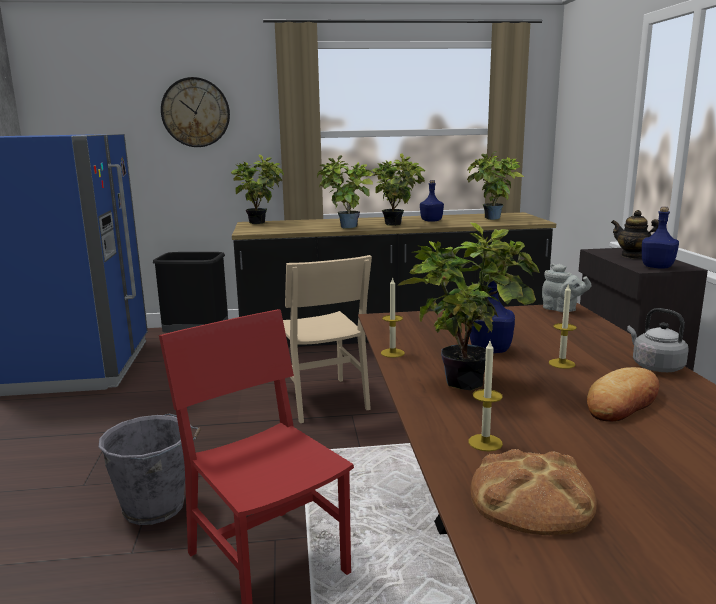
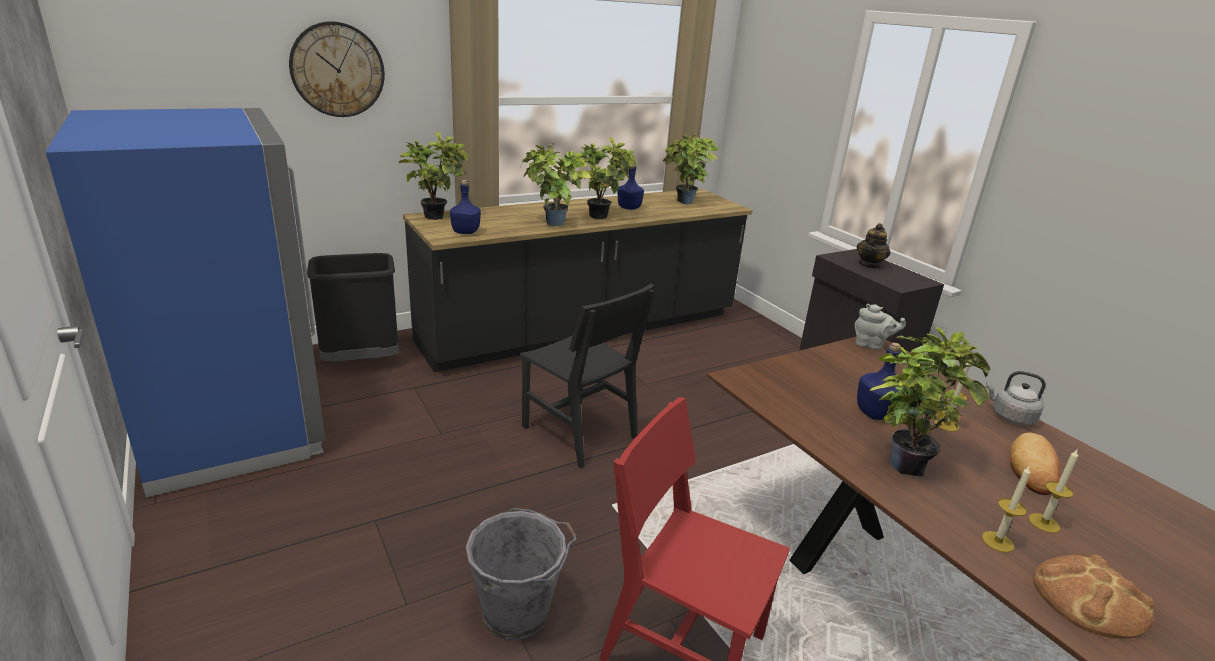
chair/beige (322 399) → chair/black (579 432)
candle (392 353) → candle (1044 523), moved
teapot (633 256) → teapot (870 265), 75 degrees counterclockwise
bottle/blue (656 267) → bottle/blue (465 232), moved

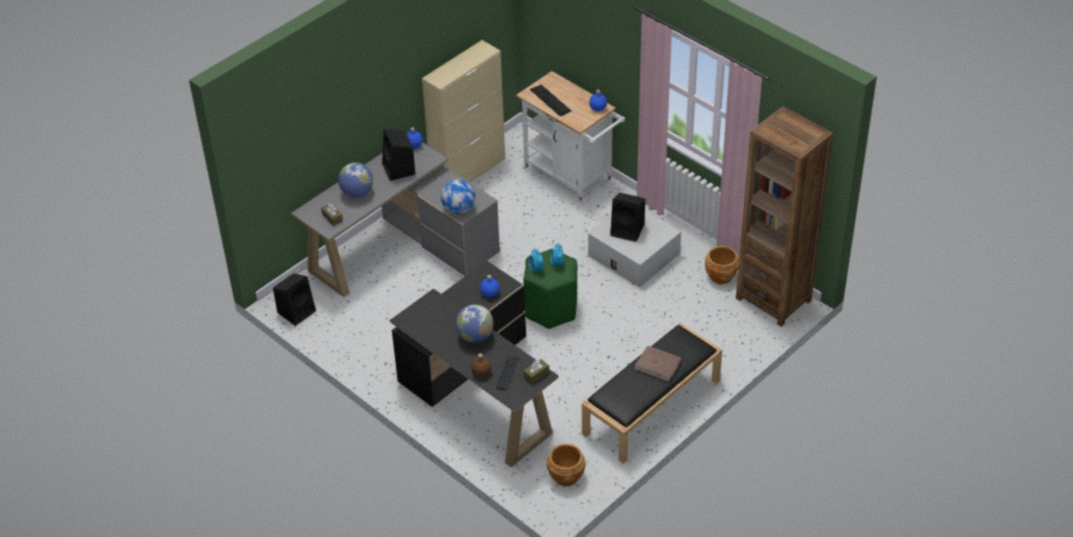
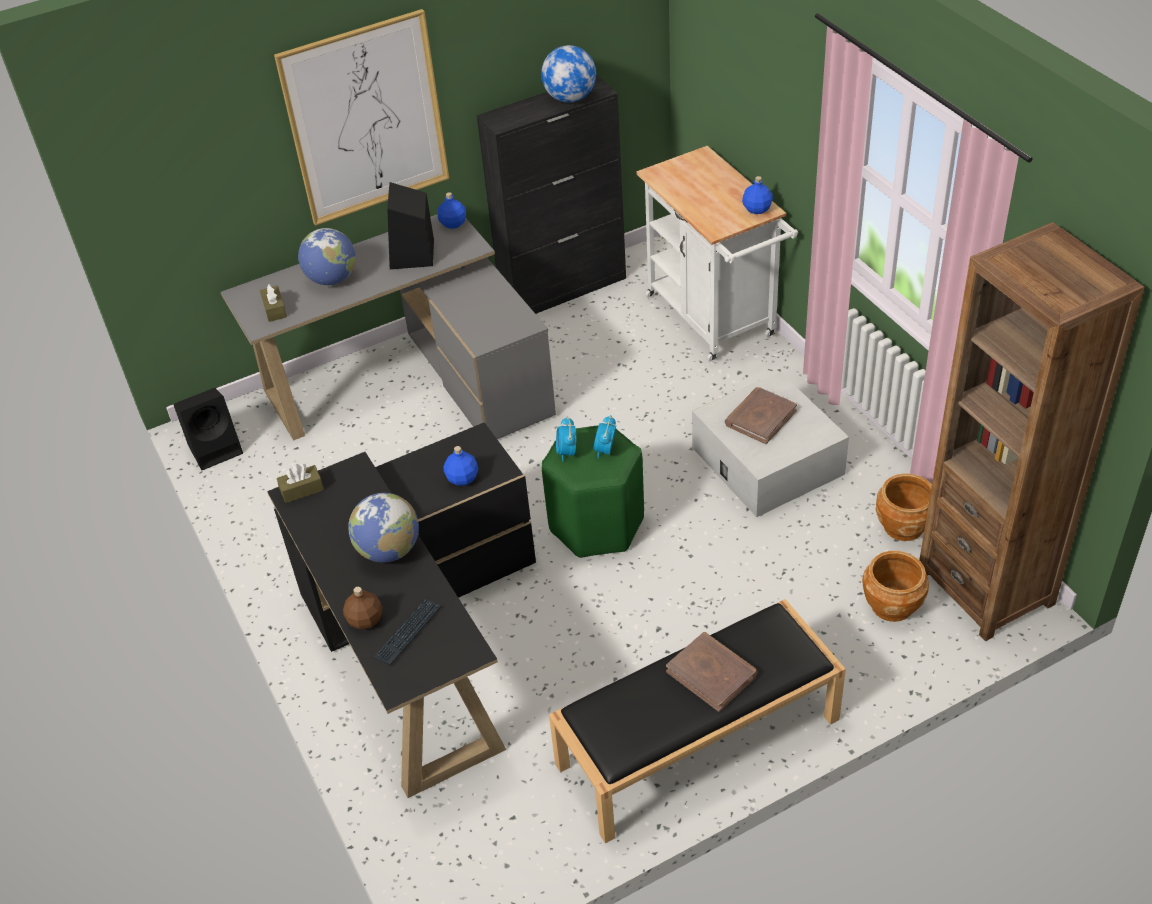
cabinet/beige (469 172) → cabinet/black (564 289)
globe (459 209) → globe (570 98), moved
tissue box/brown (536 374) → tissue box/brown (302 490), moved
keyboard (550 100) → -
planter/brown (566 476) → planter/brown (891 605), moved
speaker/black (628 230) → book/brown (760 418)
- → picture (366 119)

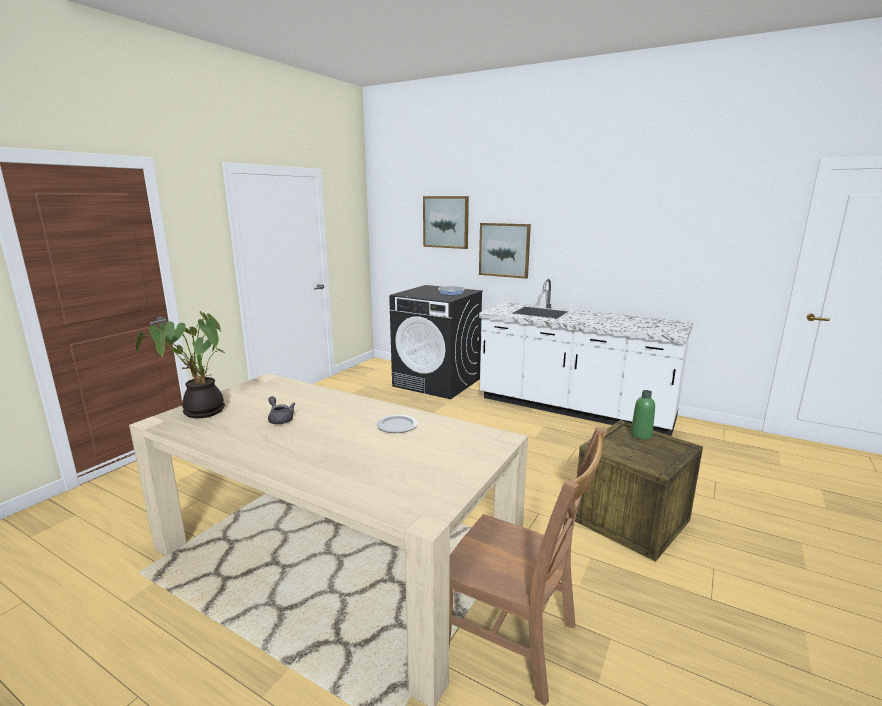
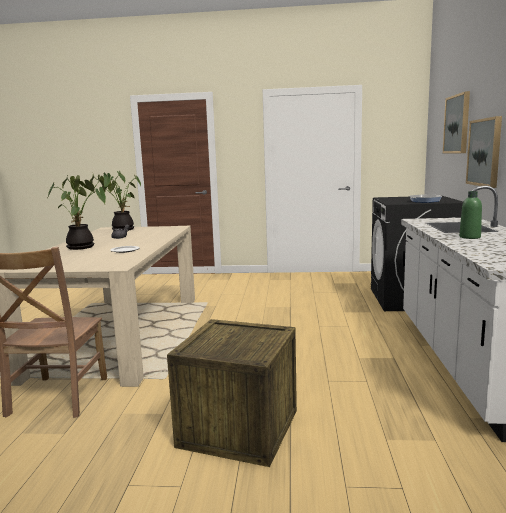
bottle/green (641 435) → bottle/green (469 237), moved
- → potted plant (83 247)

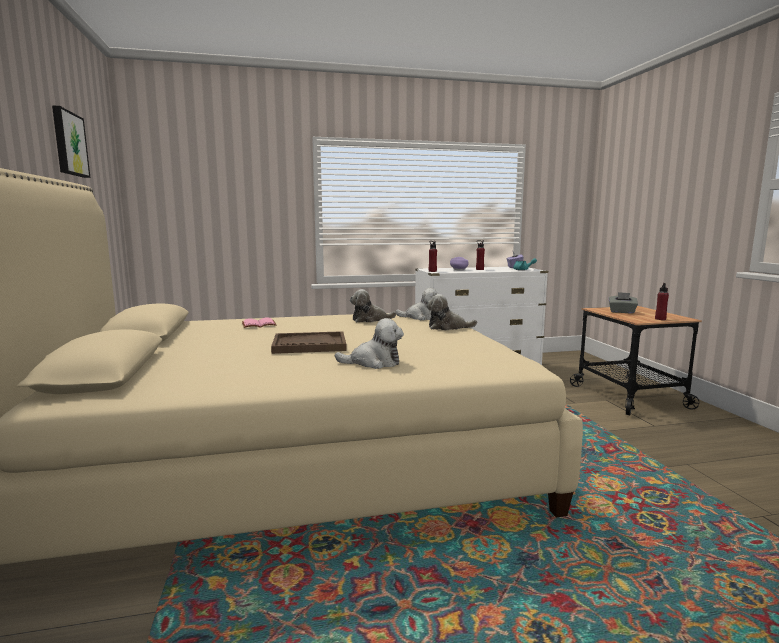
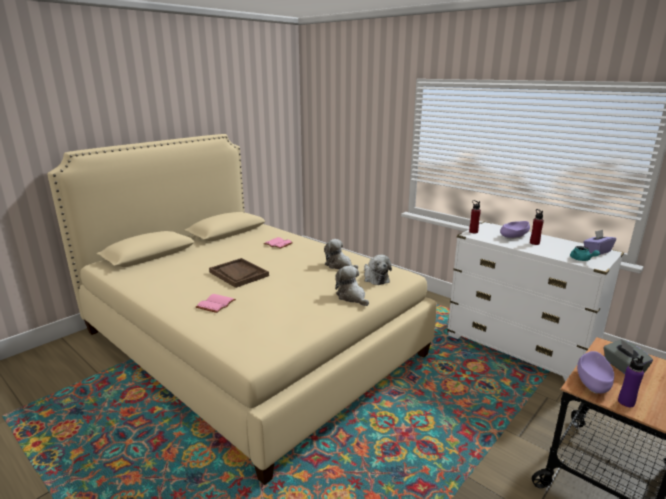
picture (69 144) → -
plush toy (374 363) → book/pink (215 304)
bottle/red (660 319) → bottle/purple (626 402)
- → bowl/purple (592 381)

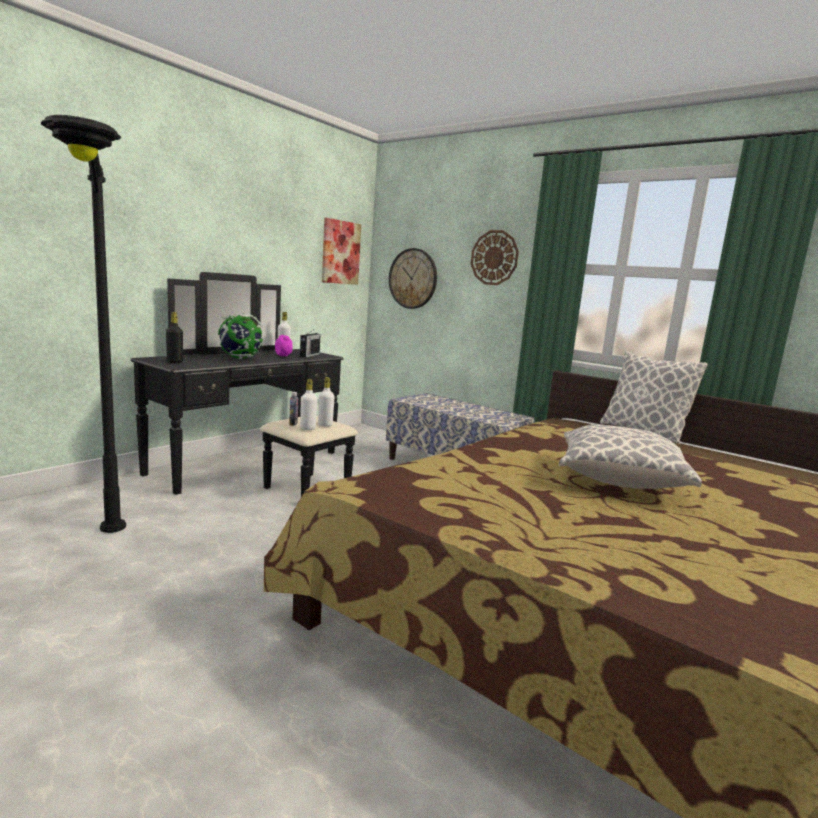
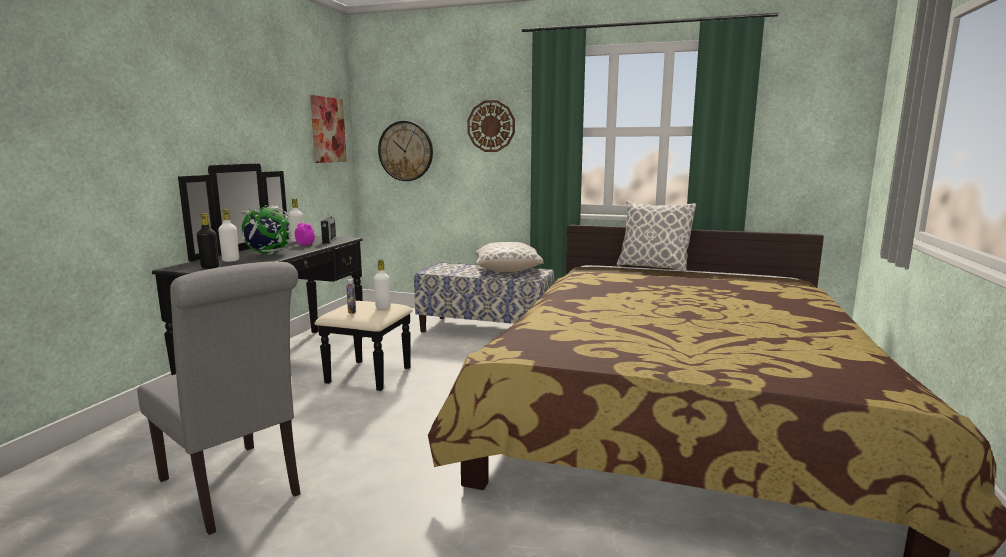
floor lamp/black (107 563) → chair/grey (234 490)
bottle/white (307 428) → bottle/white (230 260), moved
pillow (619 480) → pillow (507 270), moved

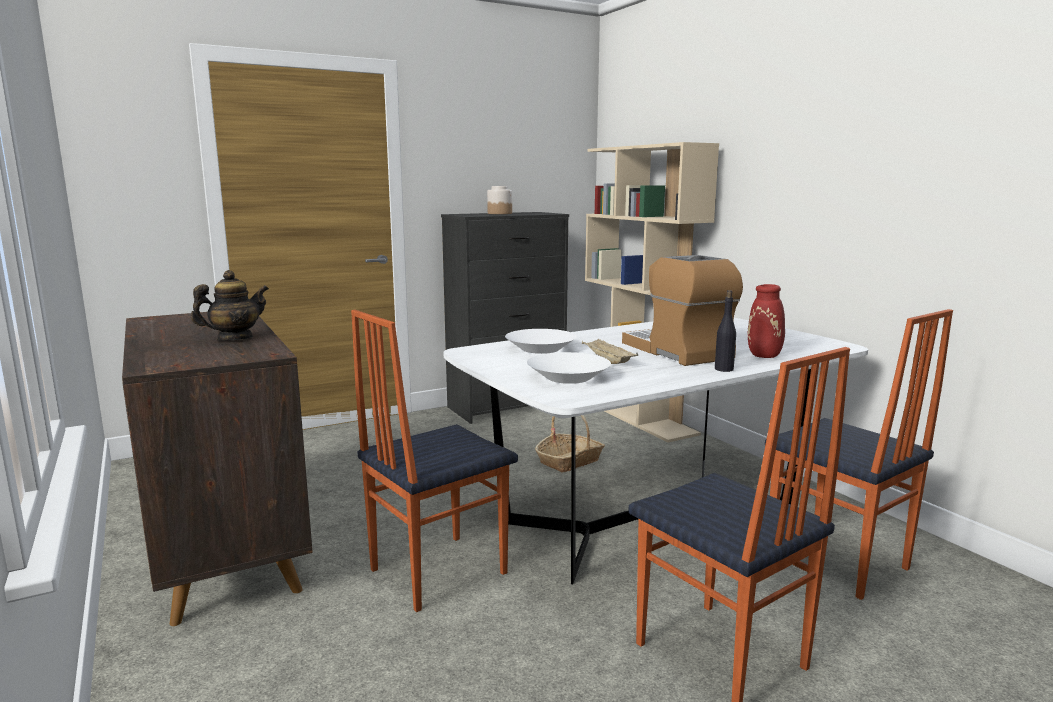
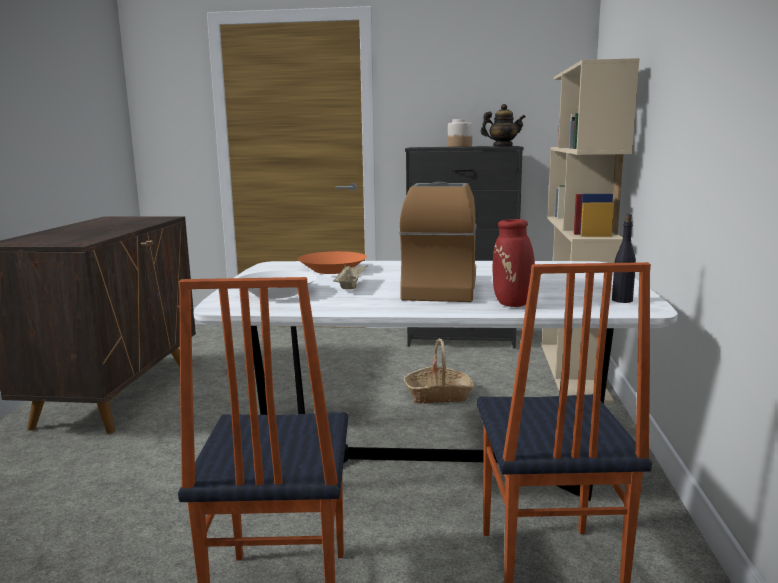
teapot (234 338) → teapot (502 146), moved
chair (436 571) → -
bowl/white (541 349) → bowl/orange (333 270)
bottle/black (723 369) → bottle/black (622 300), moved

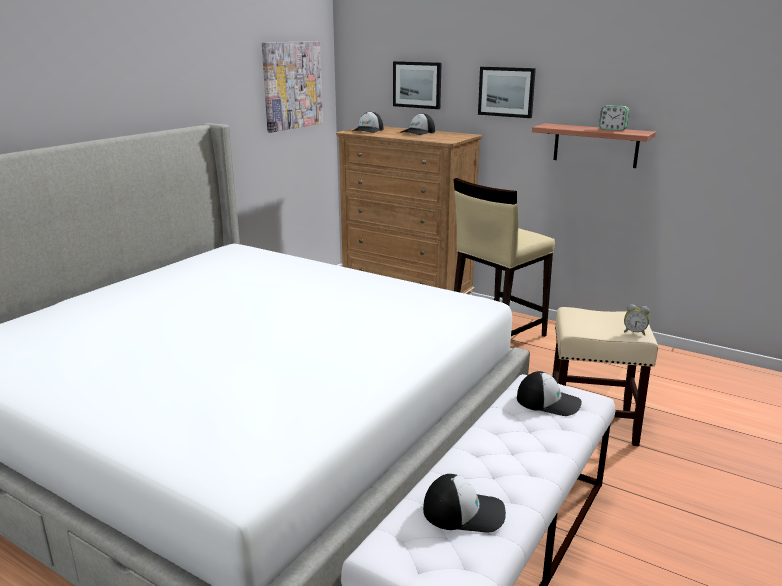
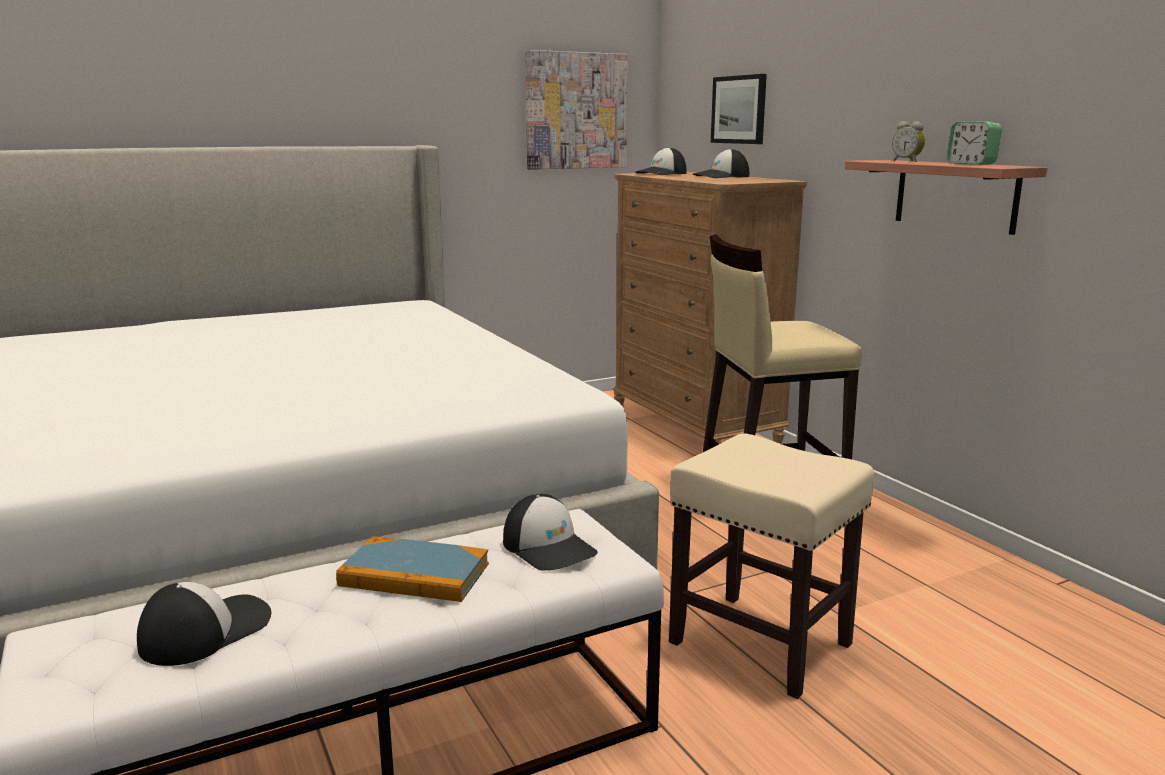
cap (464 511) → cap (205 630), 90 degrees counterclockwise
picture (506 92) → -
alarm clock (634 332) → alarm clock (907 161), moved
- → book (414 575)

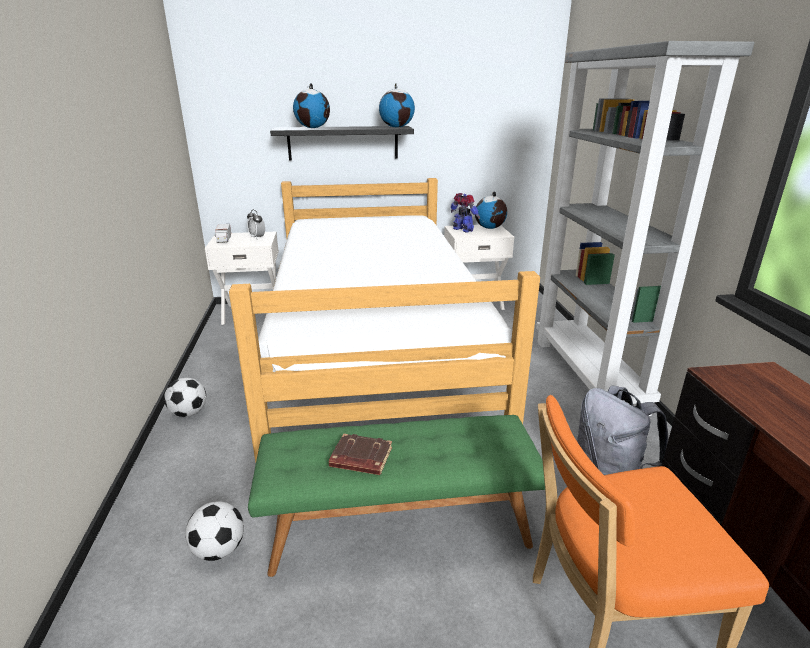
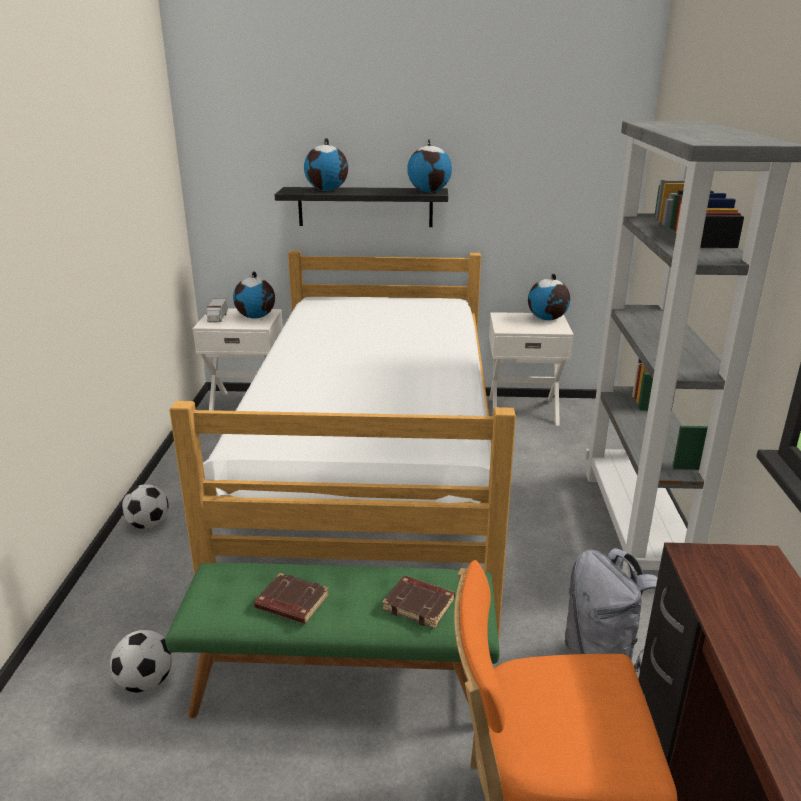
alarm clock (257 237) → globe (256 317)
toy robot (463 230) → -
- → book/brown (420 605)

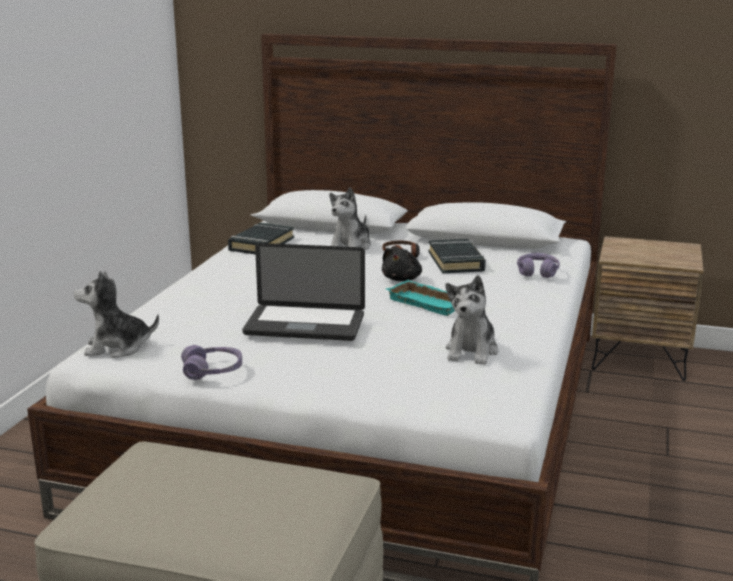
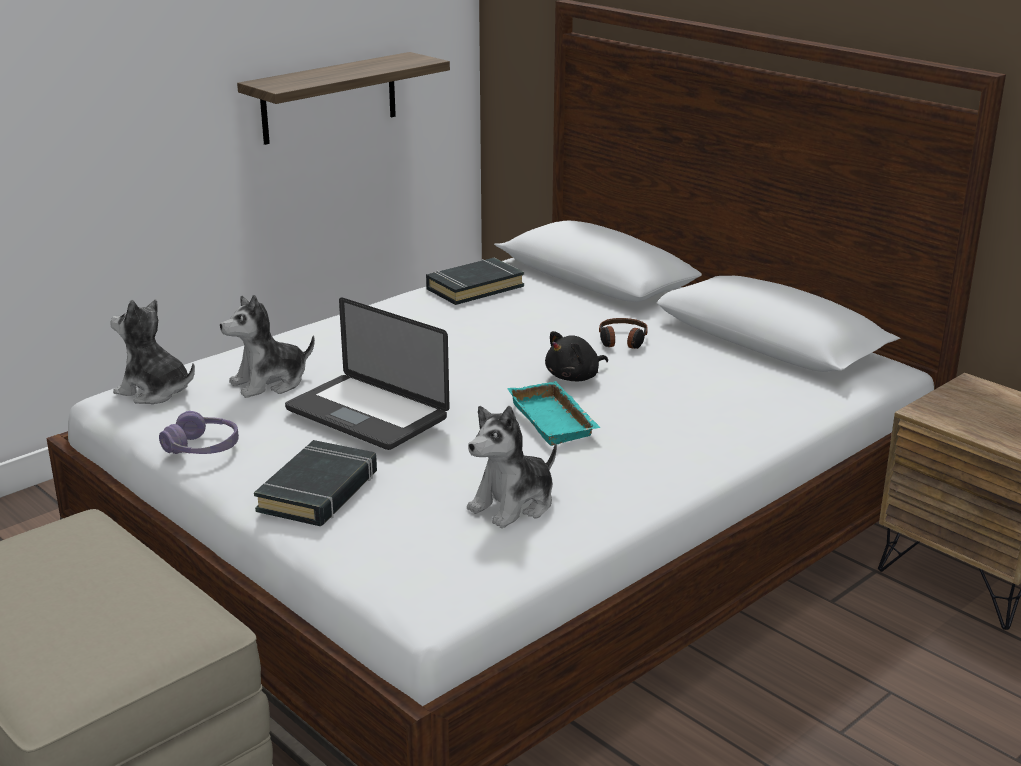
plush toy (351 246) → plush toy (270 383), moved
book/black (456 261) → book/black (319 491), moved
headphones/purple (537 272) → -
- → shelf (329 98)

